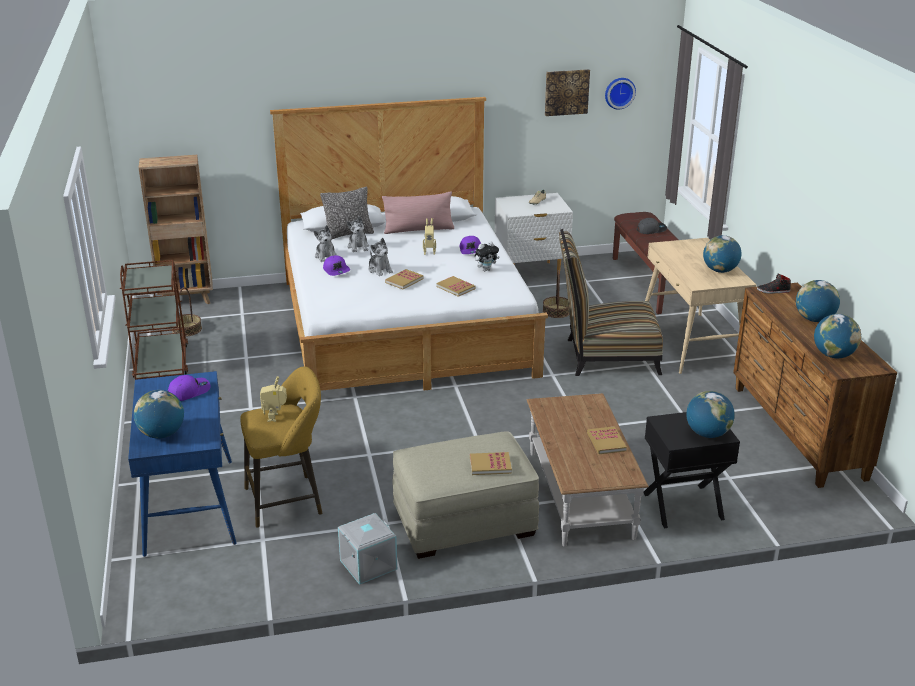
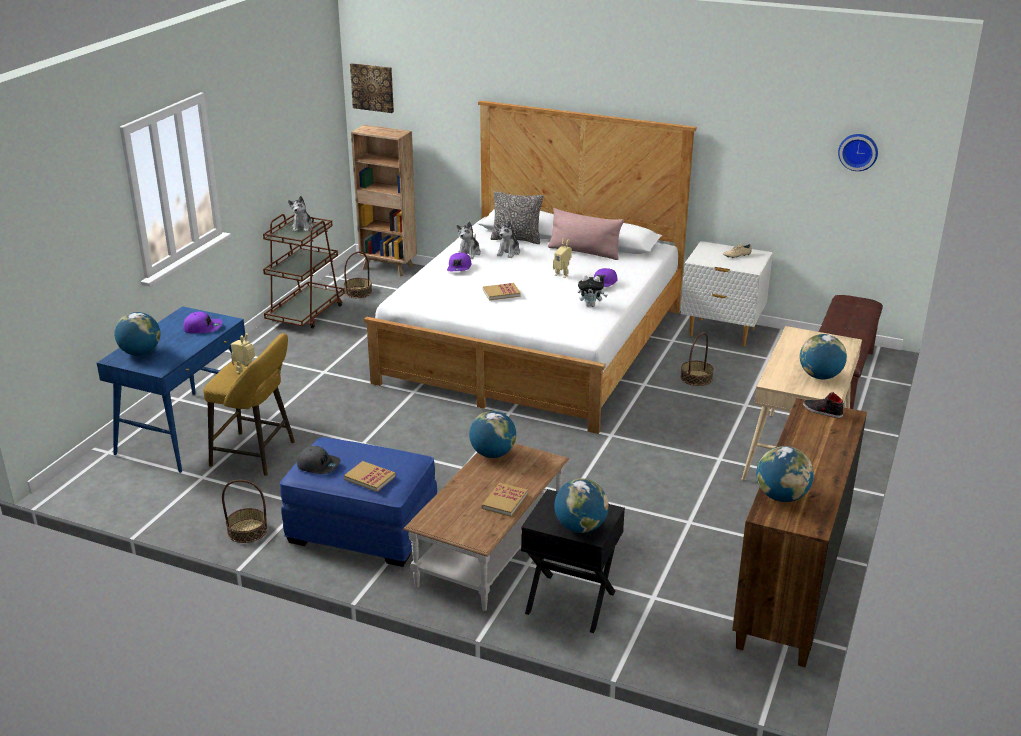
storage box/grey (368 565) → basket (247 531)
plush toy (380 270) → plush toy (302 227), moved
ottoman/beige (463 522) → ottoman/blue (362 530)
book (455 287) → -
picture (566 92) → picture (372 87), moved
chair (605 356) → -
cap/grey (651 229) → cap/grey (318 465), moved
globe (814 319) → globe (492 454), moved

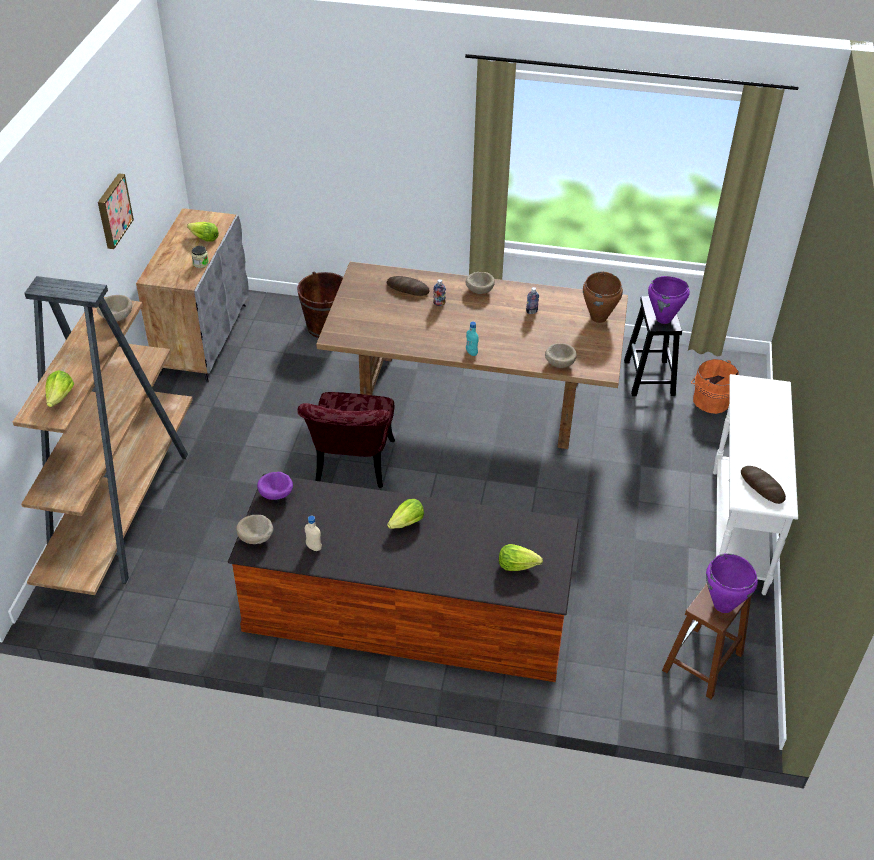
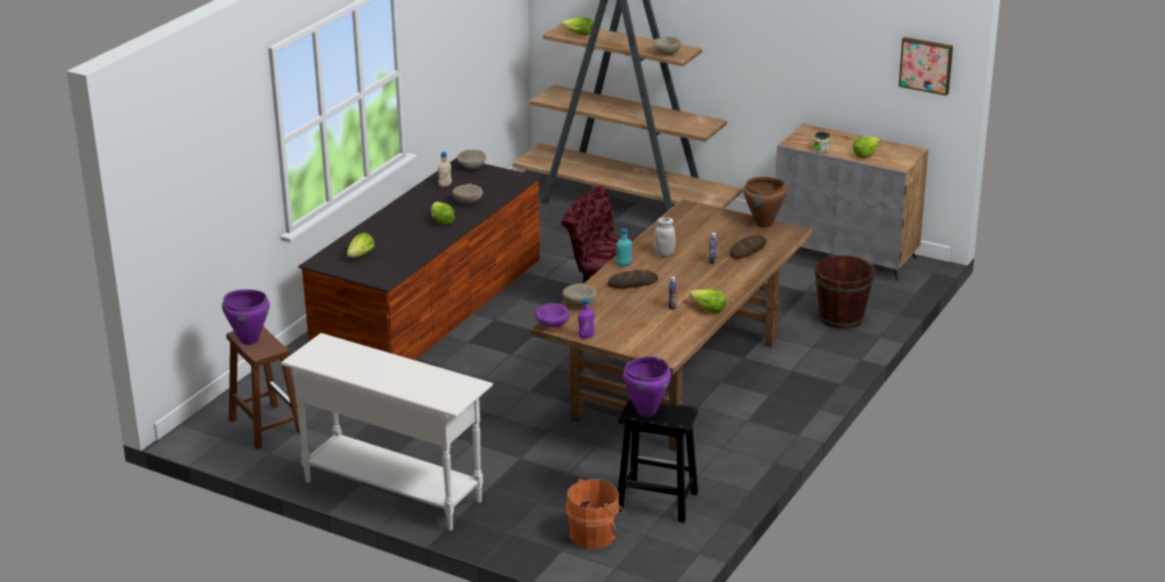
picture (113 210) → picture (926 65), moved
bowl/purple (277 494) → bowl/purple (551 325), moved
bowl/beige (479 290) → bowl/beige (468 202), moved
cooking pot/brown (599 317) → cooking pot/brown (764 224), moved
bread (762 486) → bread (632 283), moved
- → bottle/purple (586 336)
- → jar/white (664 254)
- → lettuce (708 309)

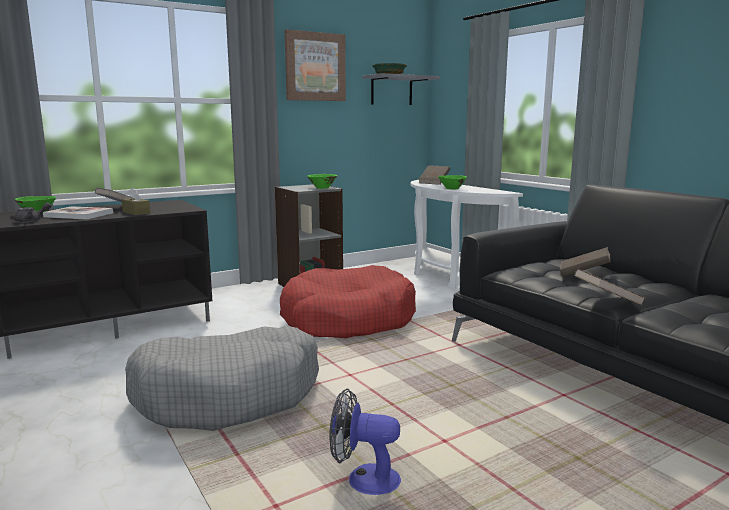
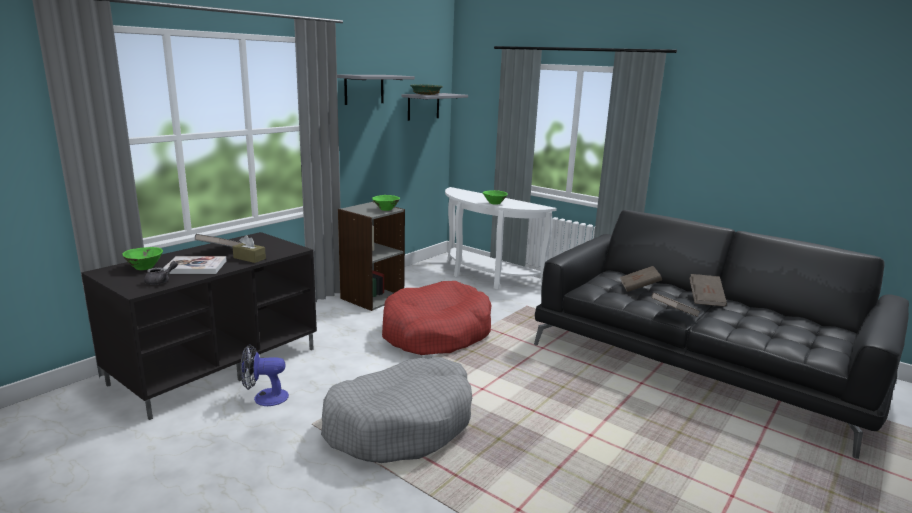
picture (315 67) → shelf/grey (364 89)
fan (364 479) → fan (264 398), moved
book/brown (434 182) → book/brown (706 299), moved

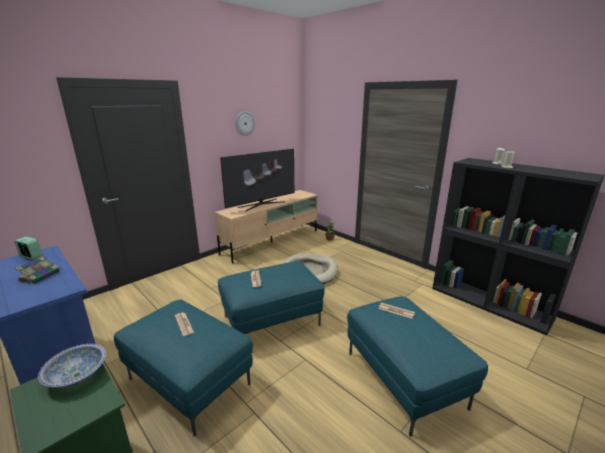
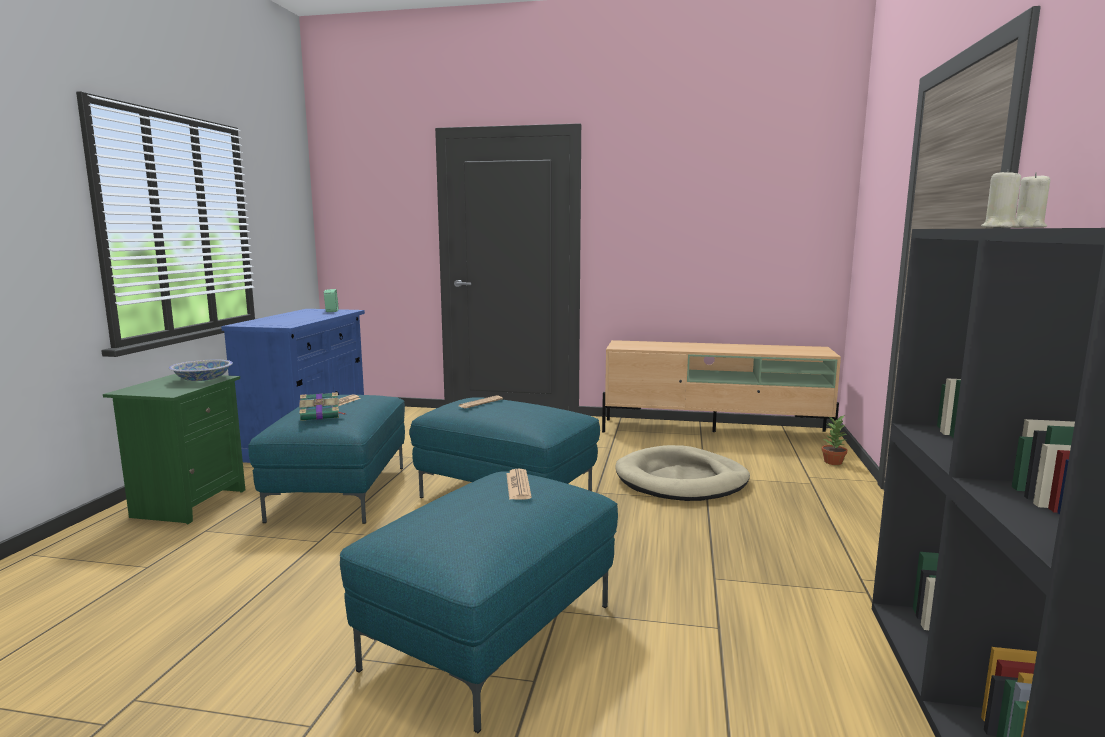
book (40 275) → book (321 415), moved
television (261 204) → -
wall clock (244 123) → -

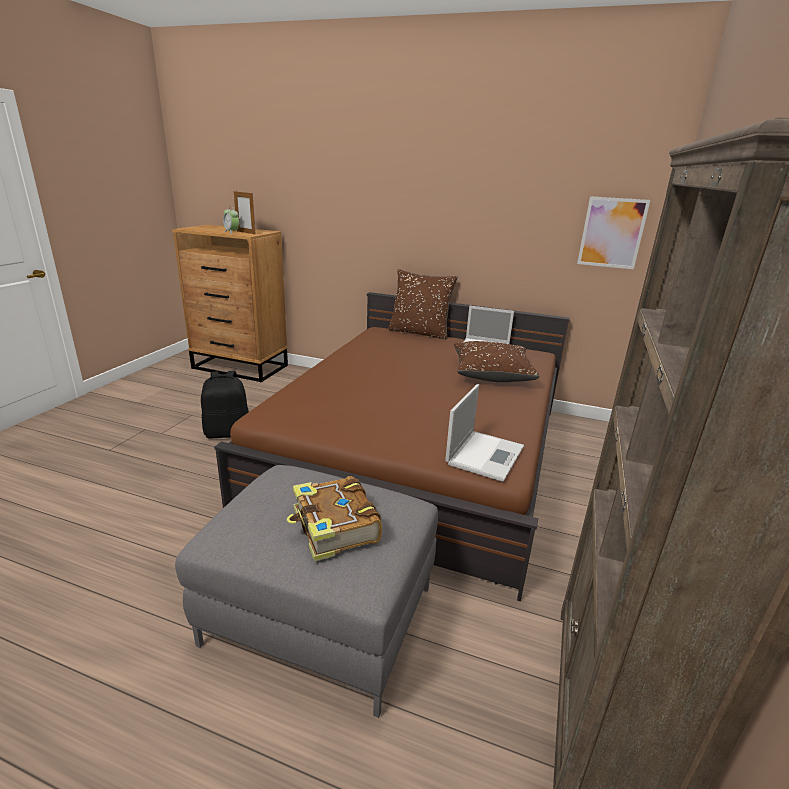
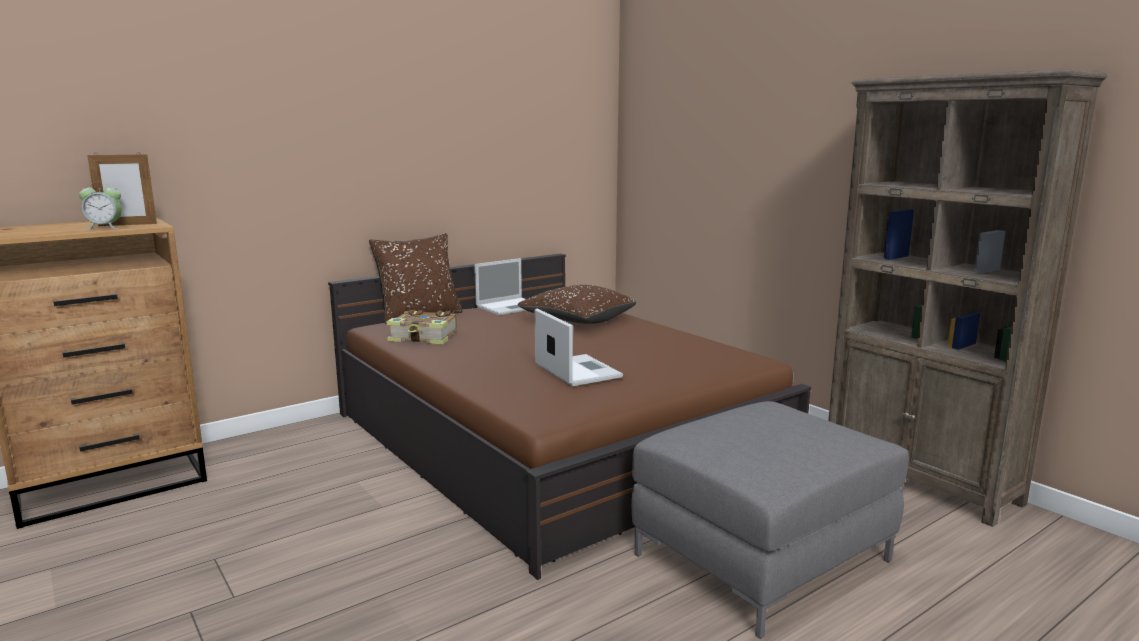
backpack/black (228 433) → -
book (334 528) → book (424 337), moved
laptop (485 454) → laptop (576 371), moved
picture (612 233) → -

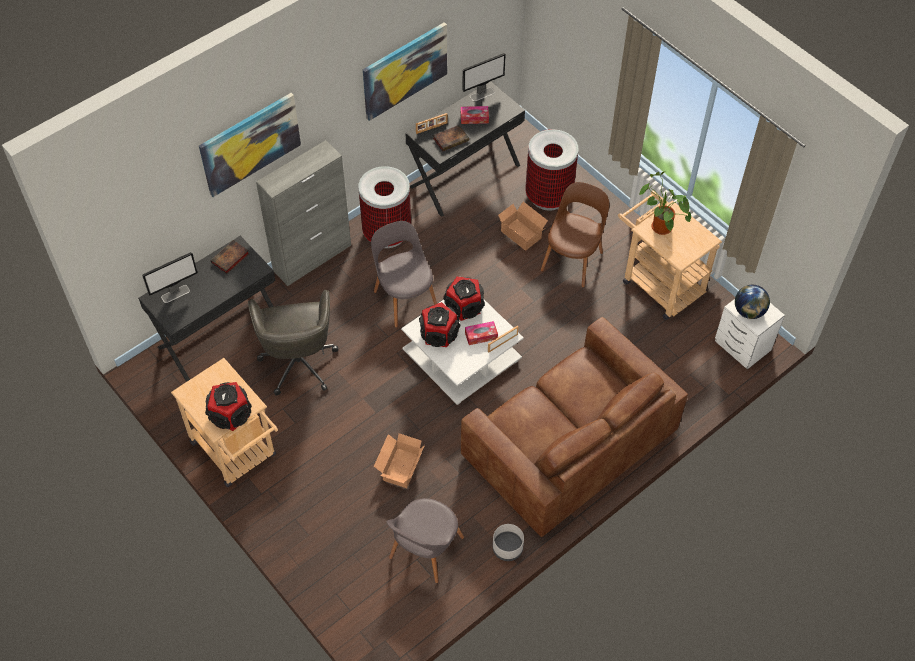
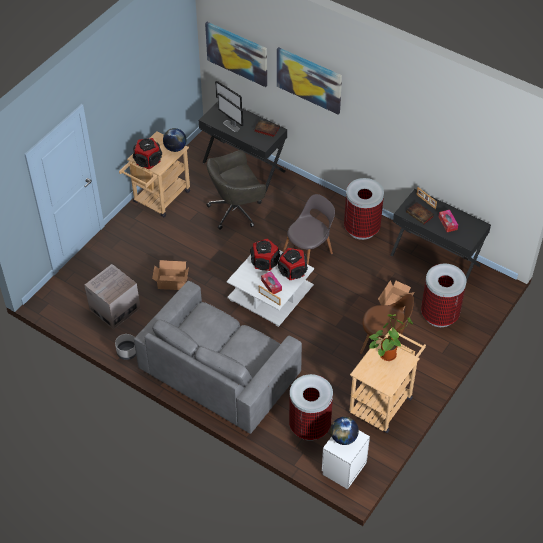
cabinet/grey (312 257) → -
picture (405 70) → picture (237 53), moved
chair/grey (424 550) → cardboard box (114 308)
sofa/brown (569 444) → sofa/grey (218 371)
monitor (482 94) → monitor (231 126), moved
- → globe (175 148)
- → trash can (309 426)

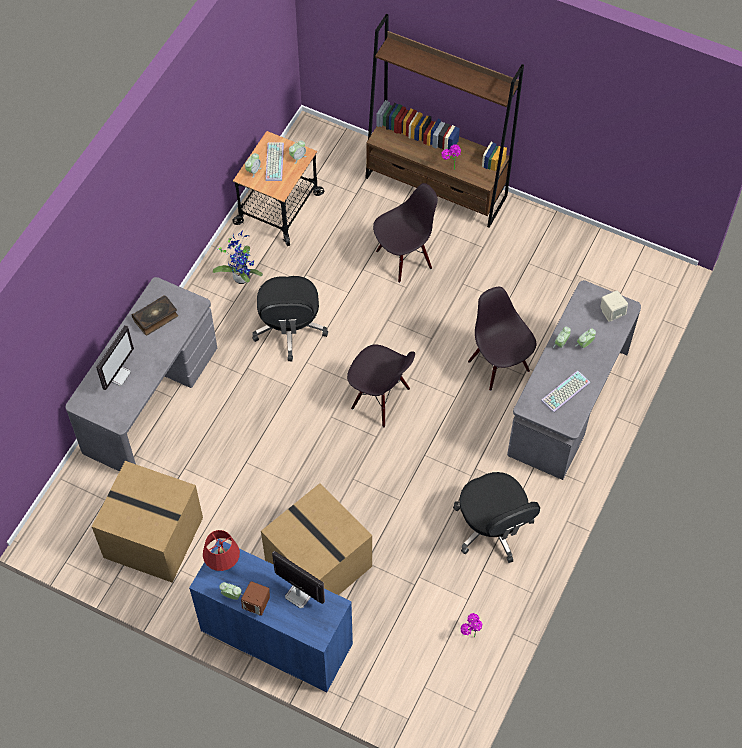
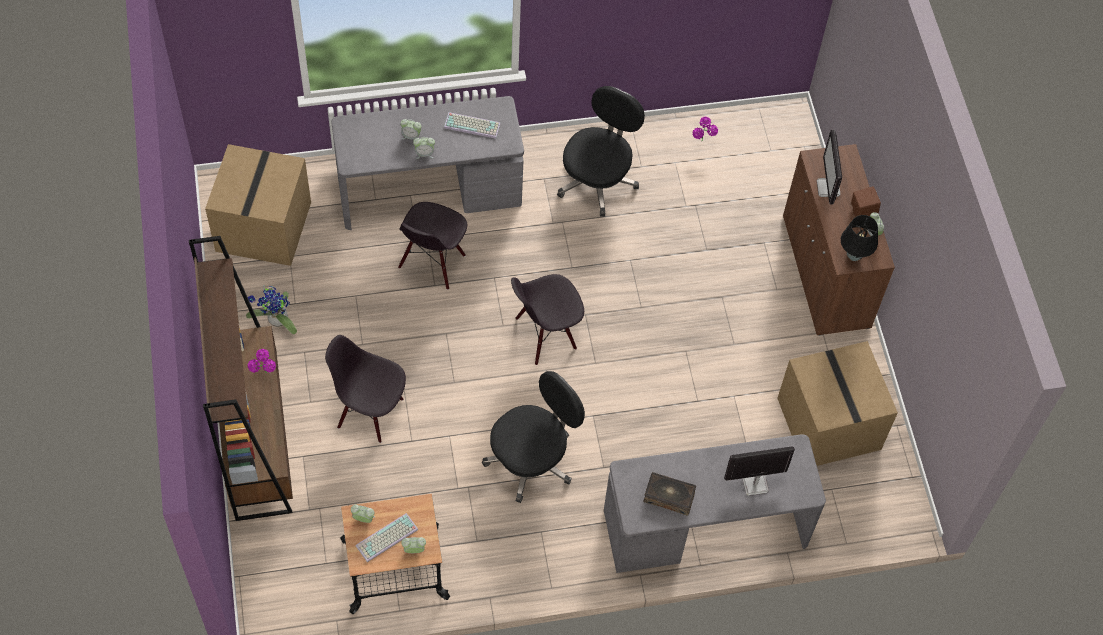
cabinet/blue (276 637) → cabinet/brown (825 272)
table lamp/red (223 564) → table lamp/black (853 256)
potted plant (241 276) → potted plant (276 321), moved
cardboard box (317 564) → cardboard box (264 228), moved
chair/black (380 399) → chair/black (545 335), 105 degrees counterclockwise
speaker/beige (612 313) → -

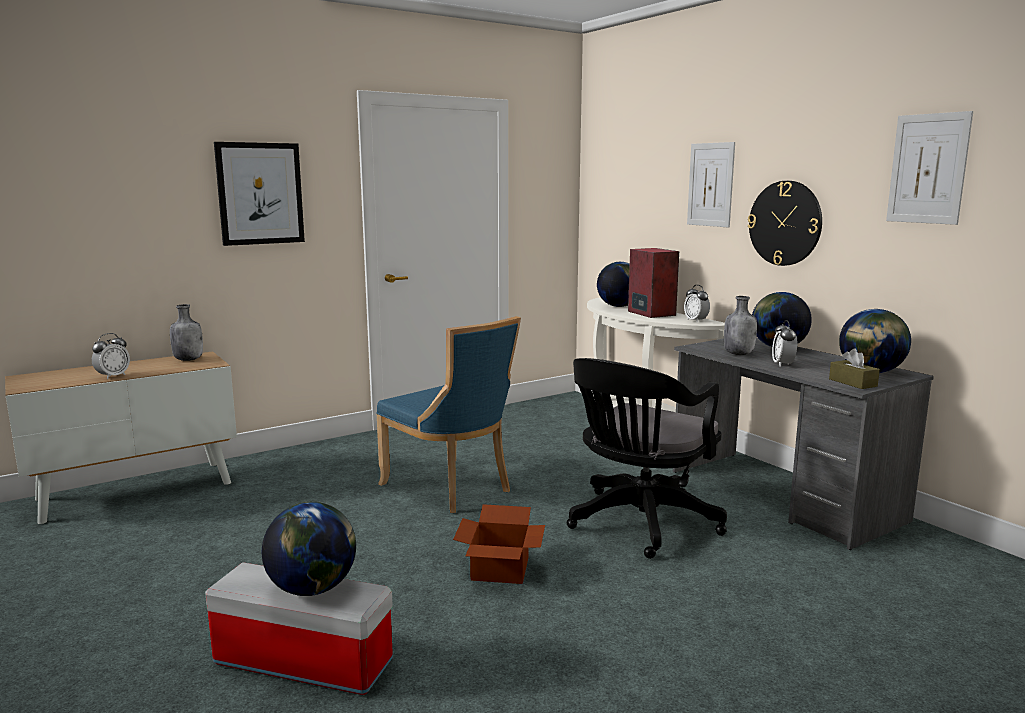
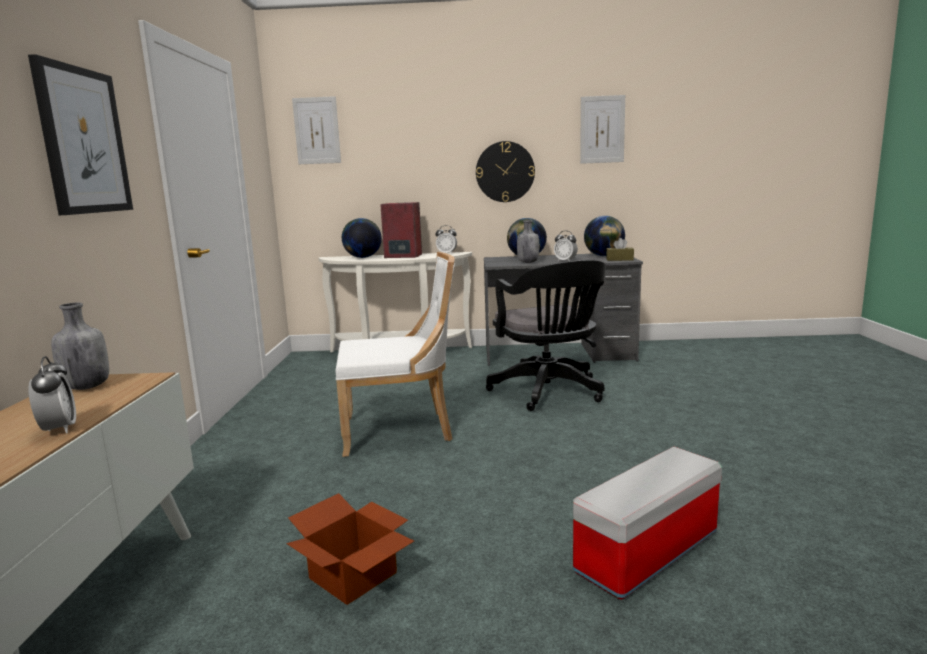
globe (313 588) → -
chair/blue (451 488) → chair/white (401 431)
cardboard box (498 570) → cardboard box (353 577), moved
picture (710 184) → picture (317 130), moved

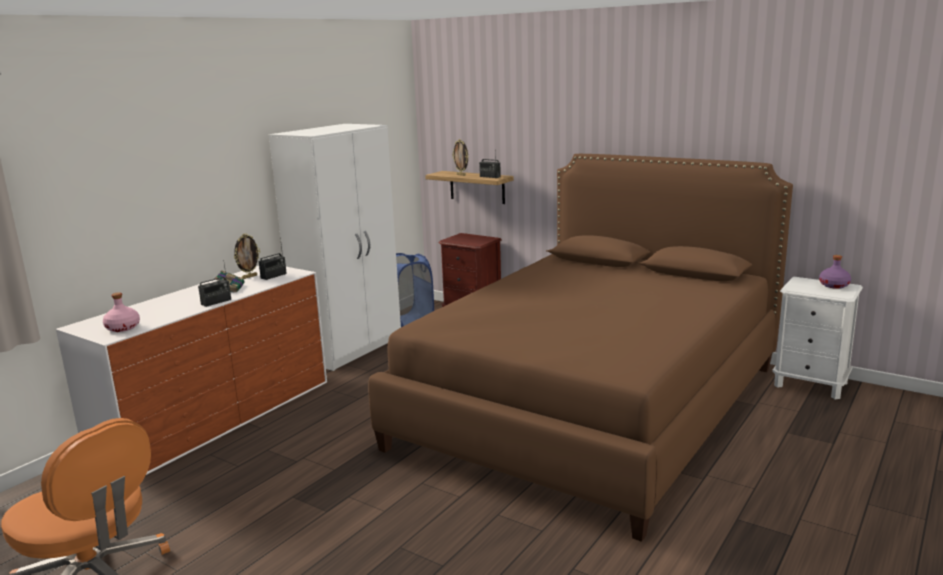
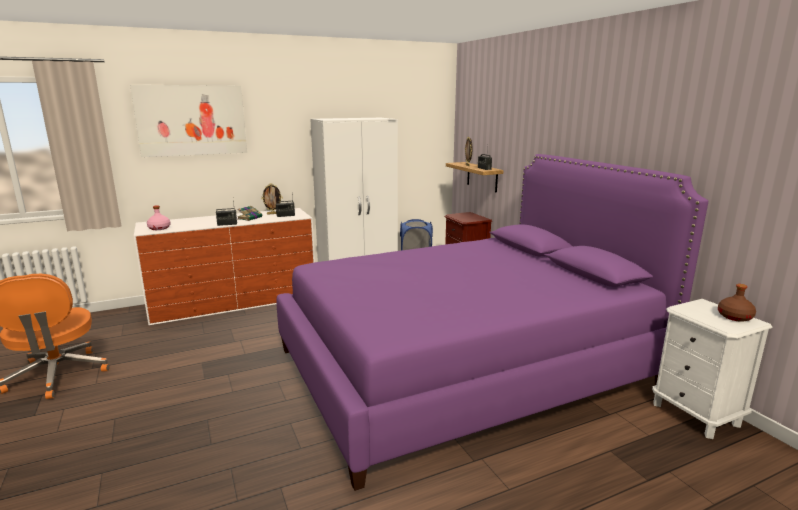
bed/brown (593 405) → bed/purple (464 367)
bottle/purple (834 285) → bottle/brown (735 317)
- → picture (191 120)

